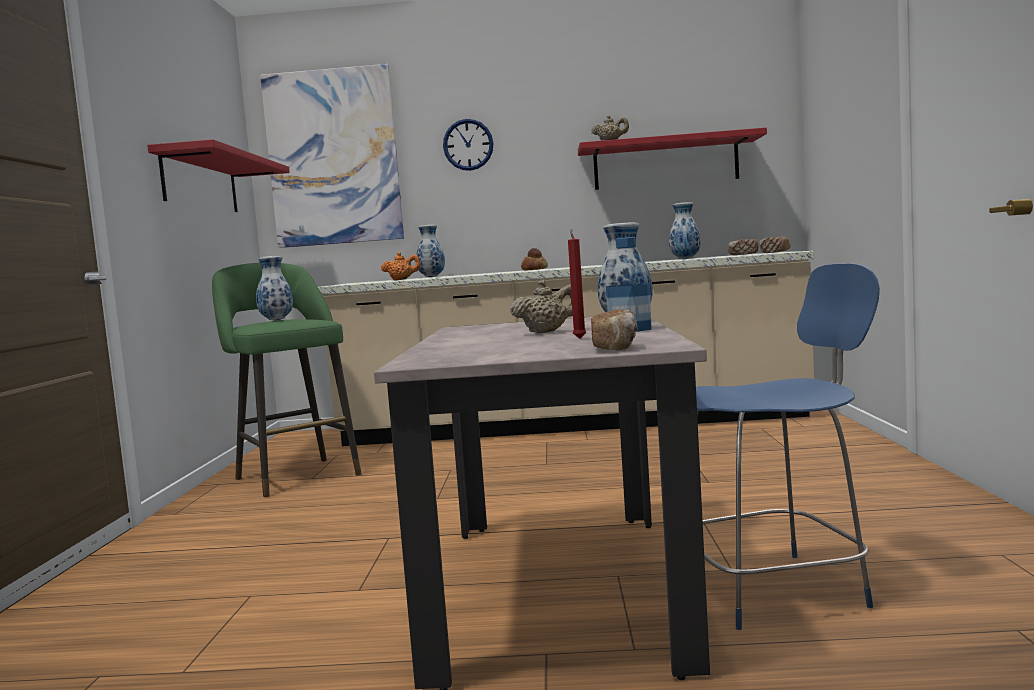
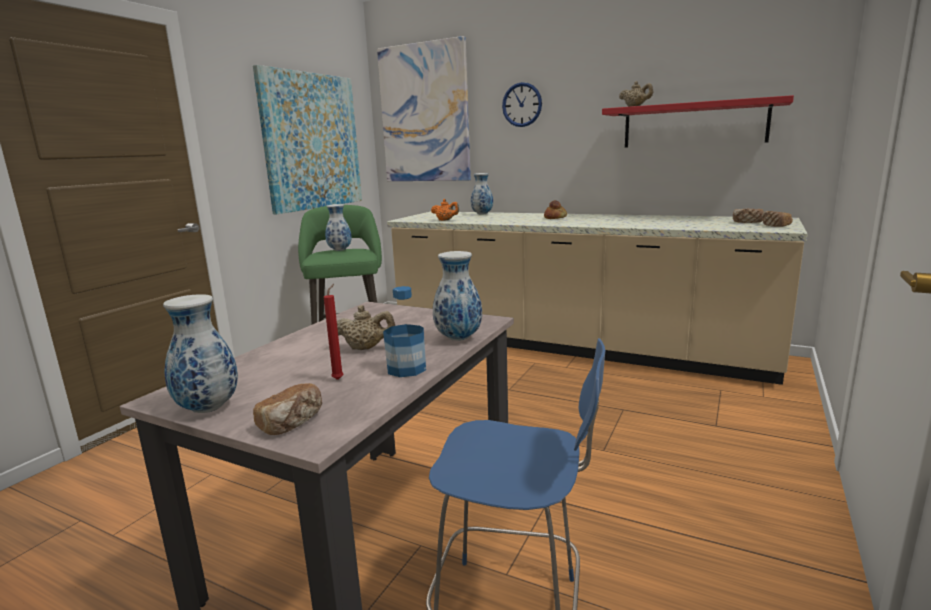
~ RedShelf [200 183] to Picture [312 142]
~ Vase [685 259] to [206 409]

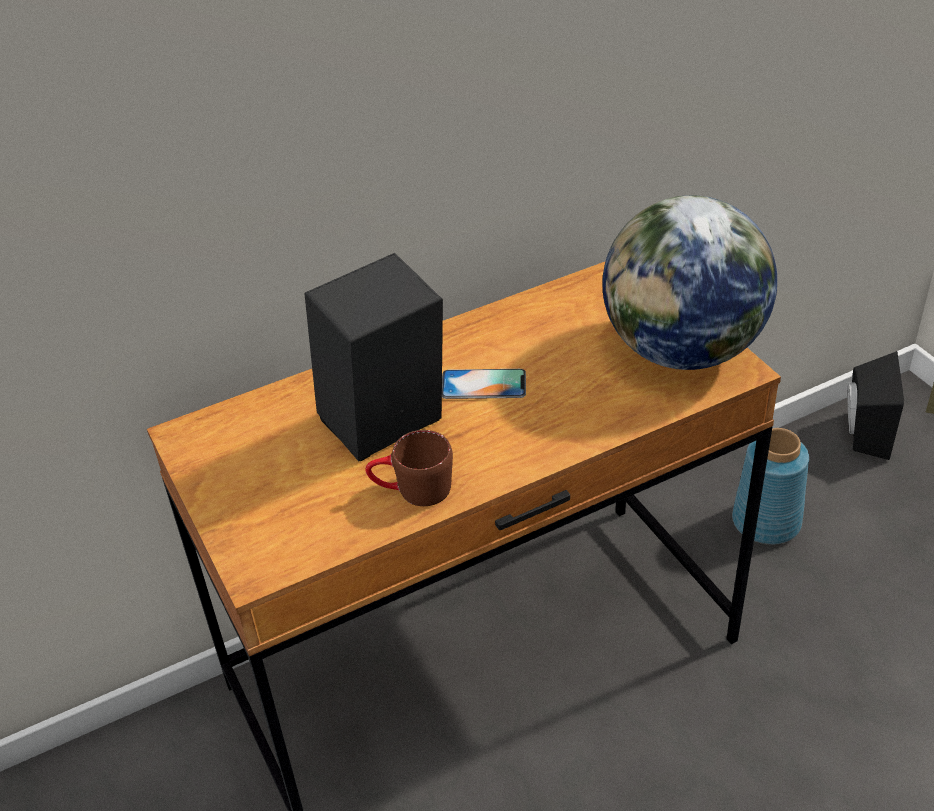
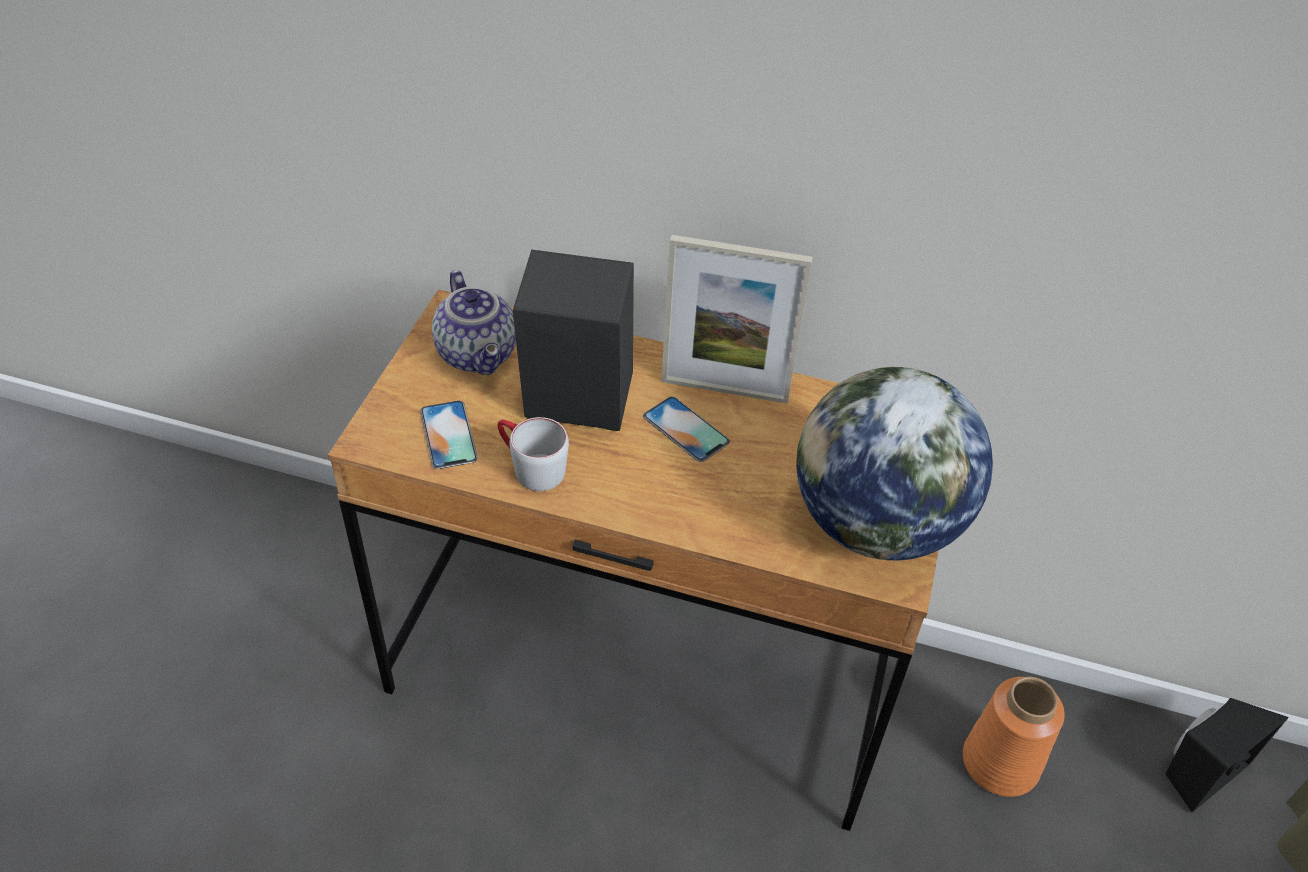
~ BrownMug [412 490] to GreyMug [530 467]
~ BlueVase [765 522] to OrangeVase [998 762]
+ Phone [448 435]
+ Teapot [479 354]
+ PictureFrame [724 389]

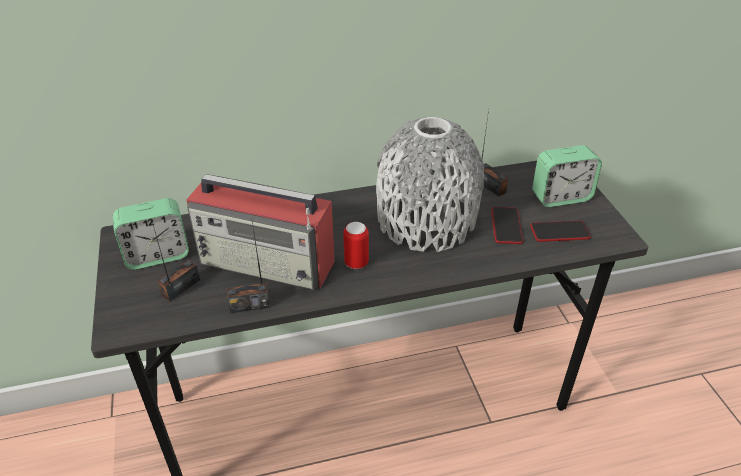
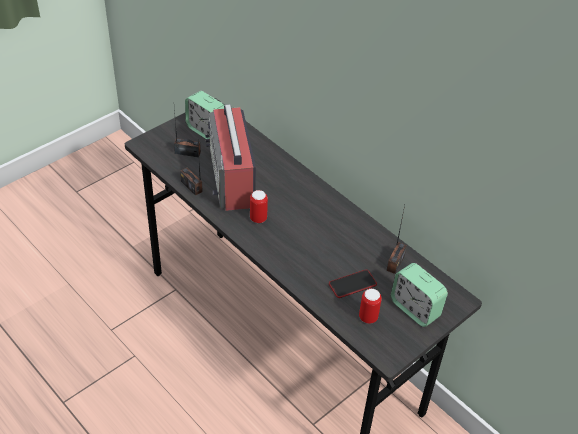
- GreyVase [426 220]
~ Phone [559 232] to Can [368 317]

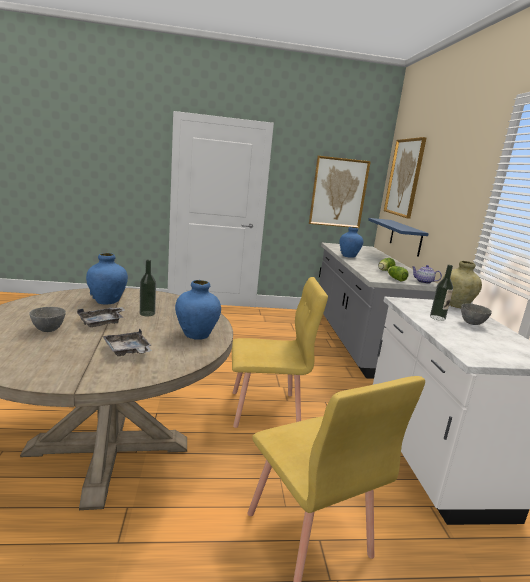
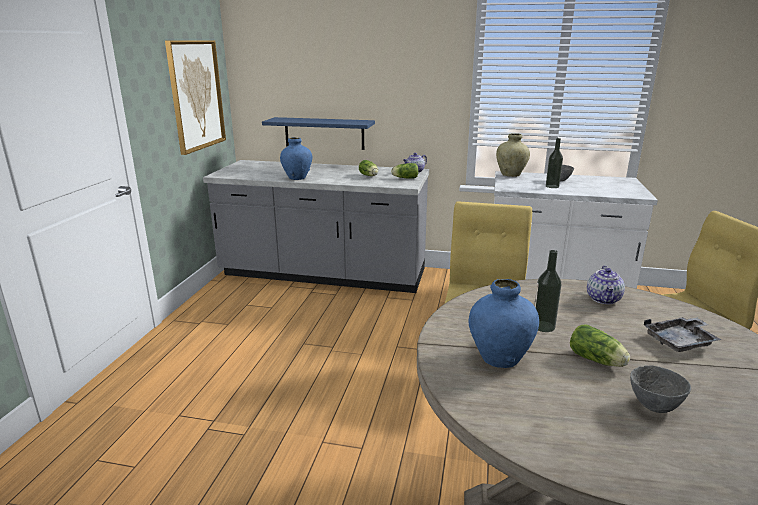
~ GreyTray [102 322] to Lettuce [597 361]
~ BlueVase [196 335] to Teapot [604 299]
- Picture [404 177]

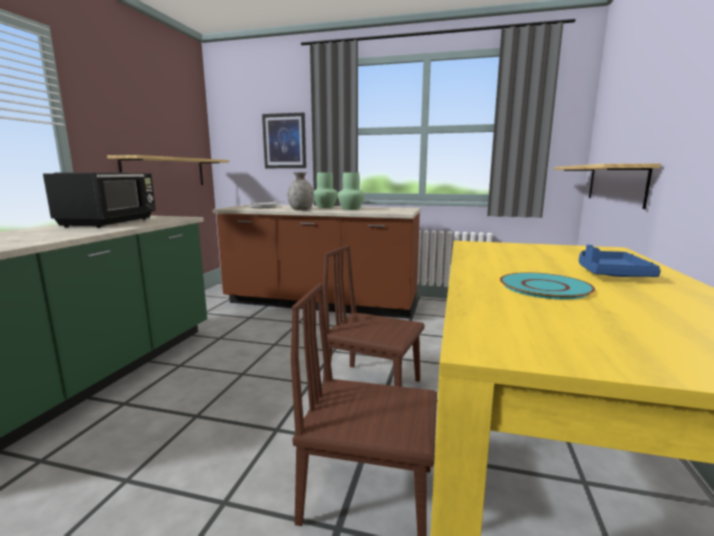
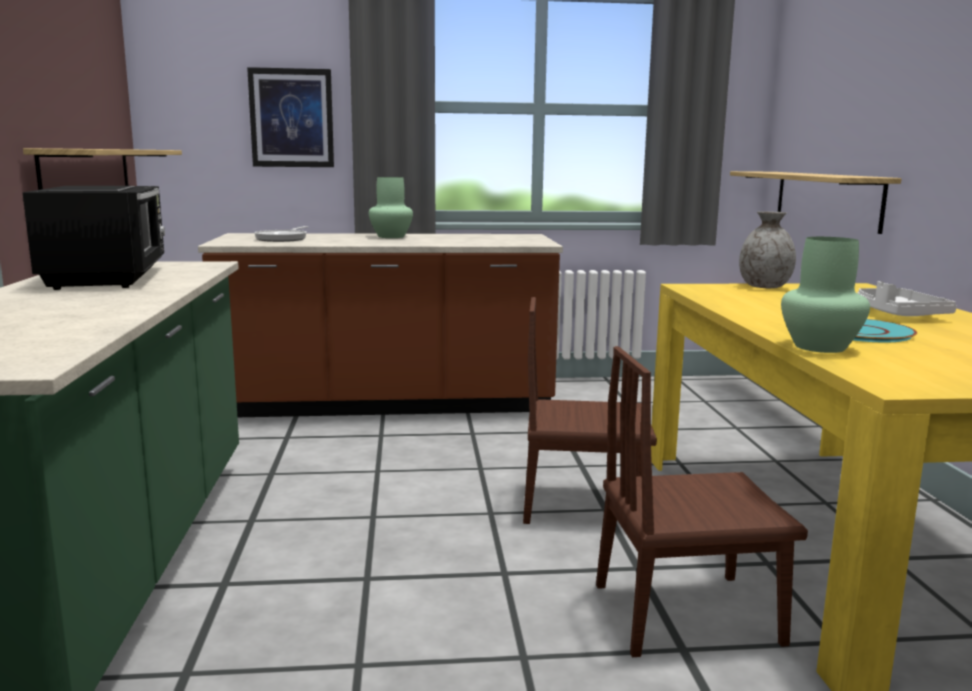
~ GreyVase [301 210] to [764 287]
~ GreenVase [350 209] to [818 347]
~ BlueTray [609 274] to WhiteTray [897 314]

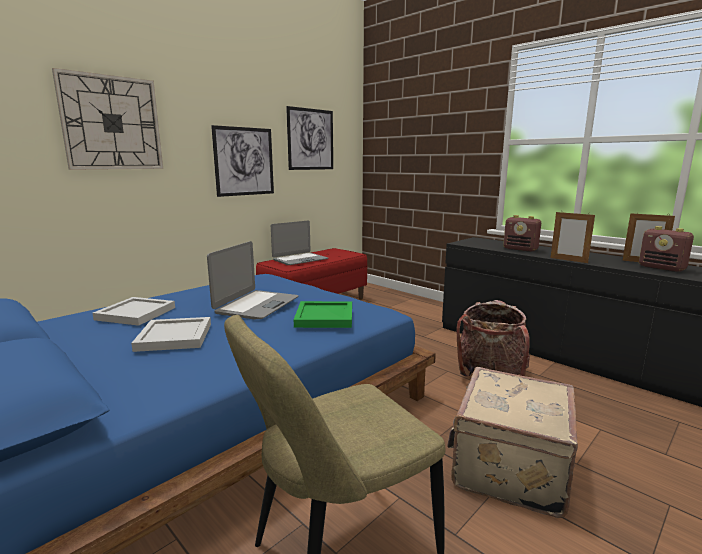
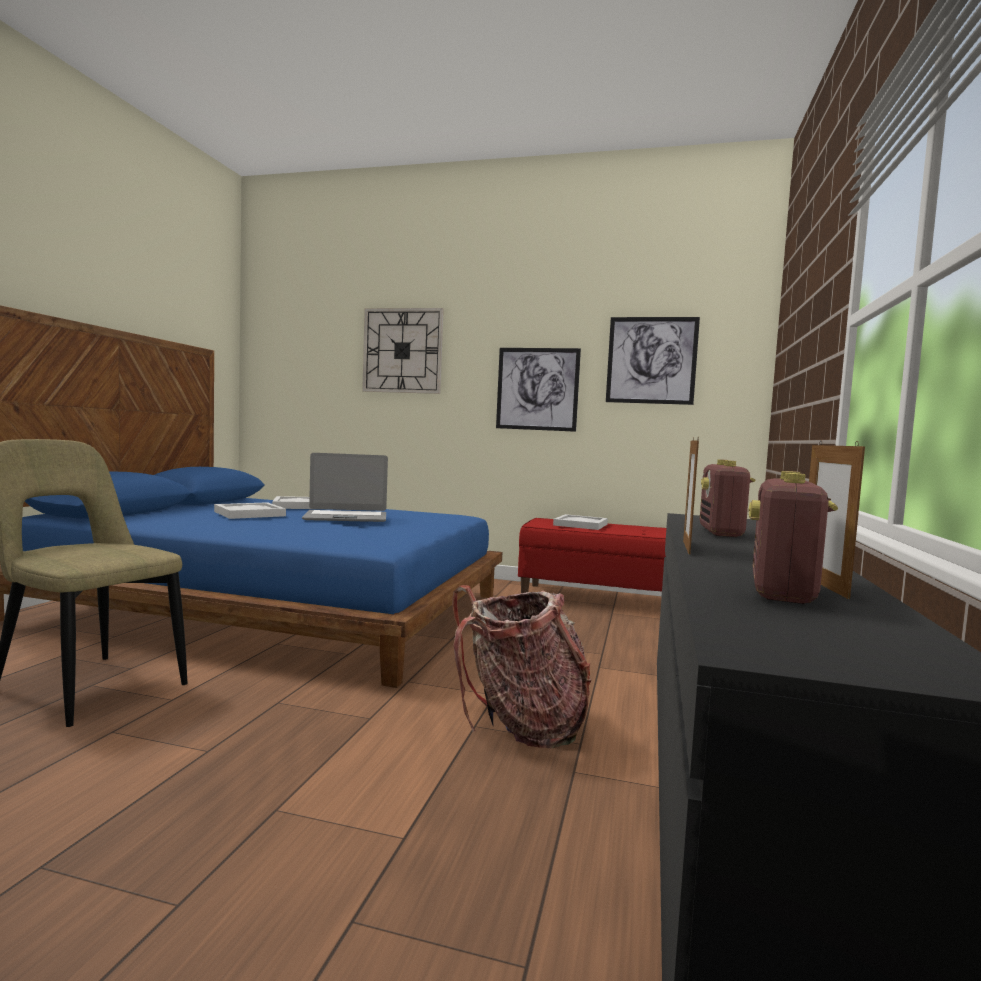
~ Laptop [300 260] to WhiteTray [581 524]
- GreenTray [323 317]
- BeigeSuitcase [507 467]

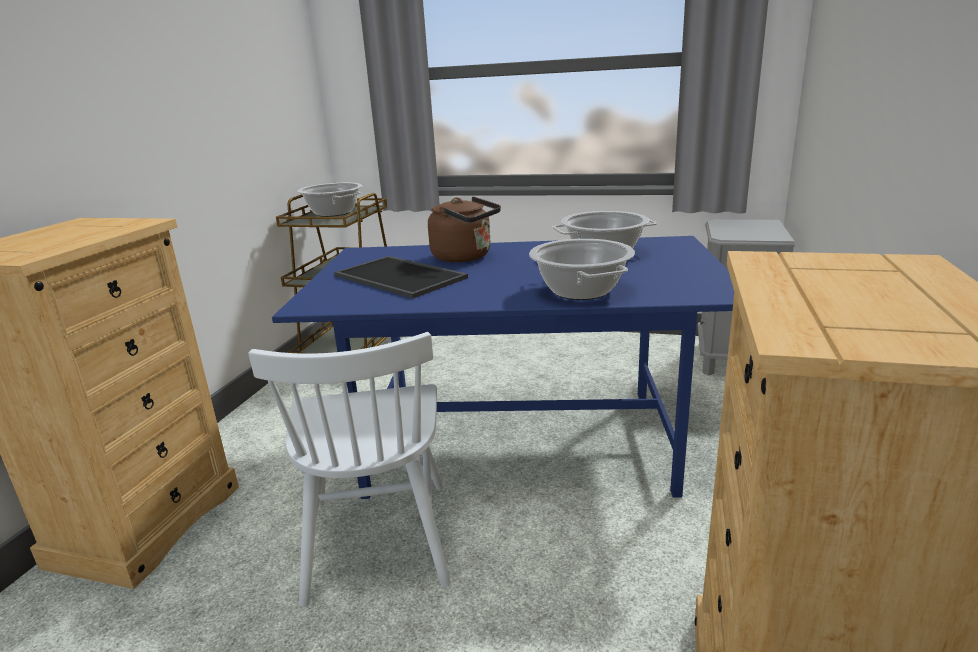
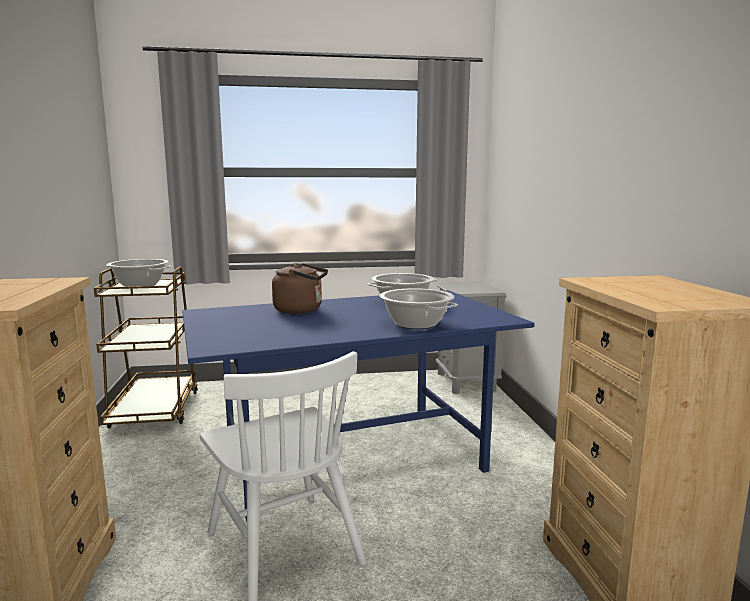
- Tray [402 276]

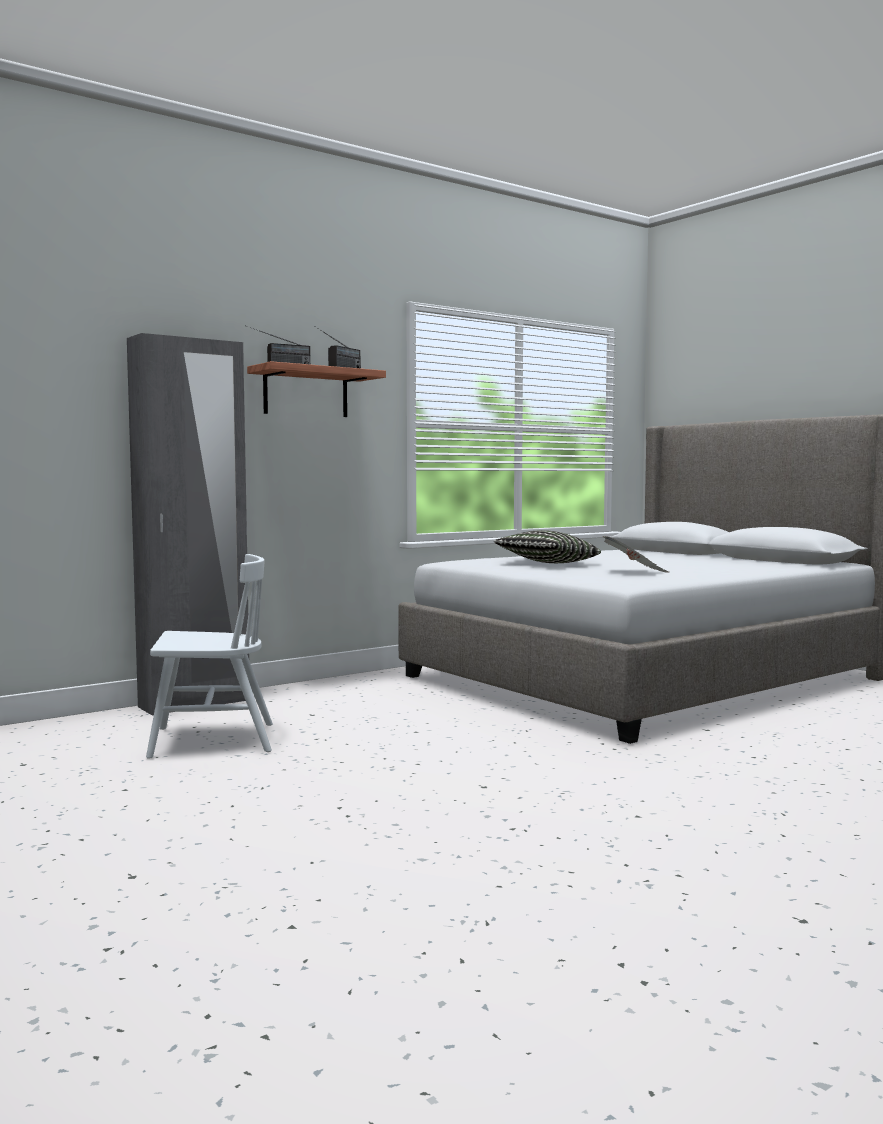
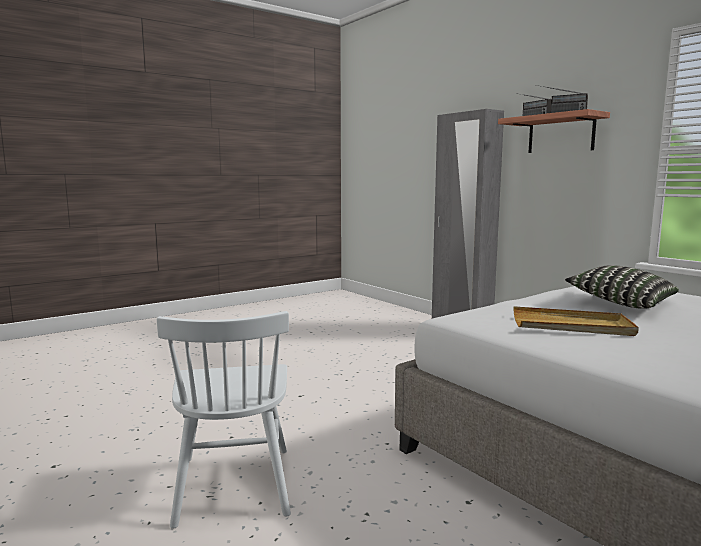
~ WhiteChair [212 740] to [234 484]
~ Newspaper [635 572] to BeigeTray [572 326]

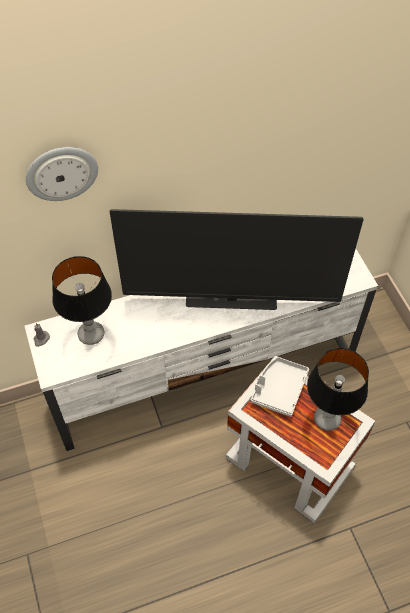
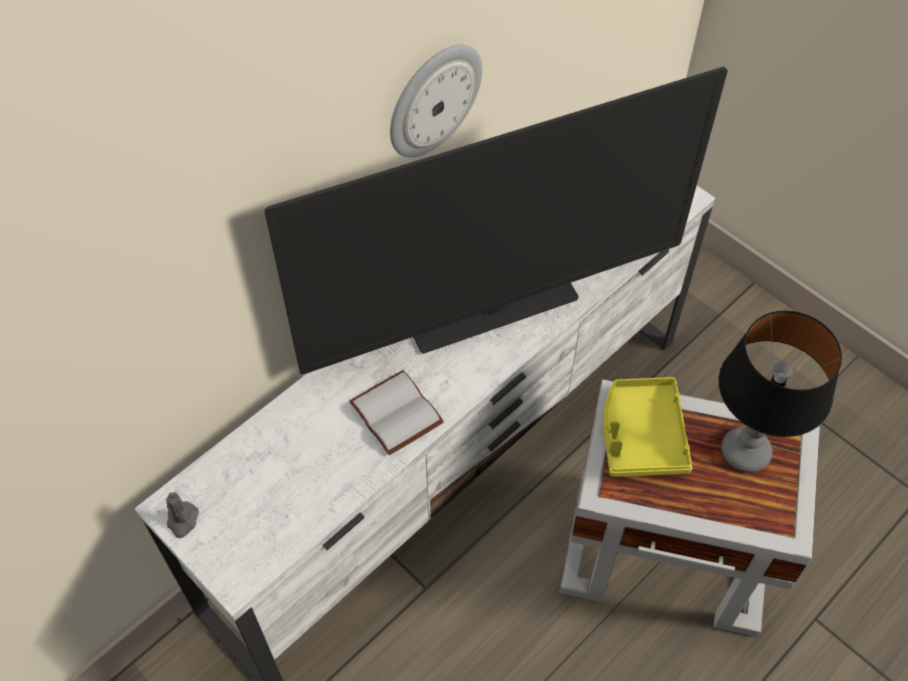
~ WallClock [61 173] to [433 99]
- TableLamp [91 334]
~ GreyTray [279 389] to YellowTray [641 435]
+ WhiteBook [399 413]

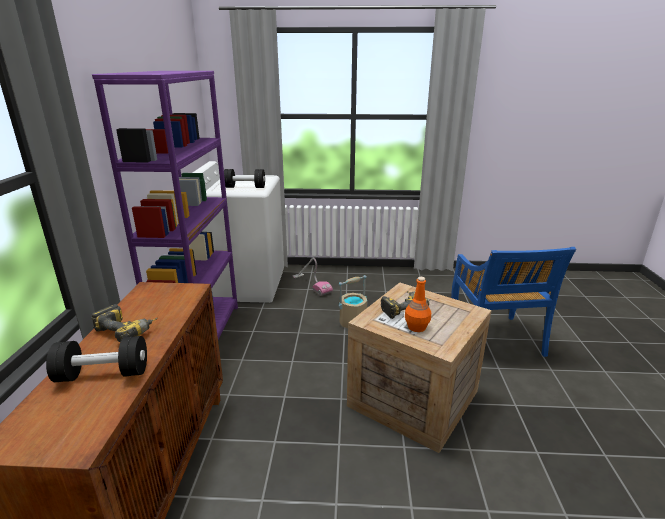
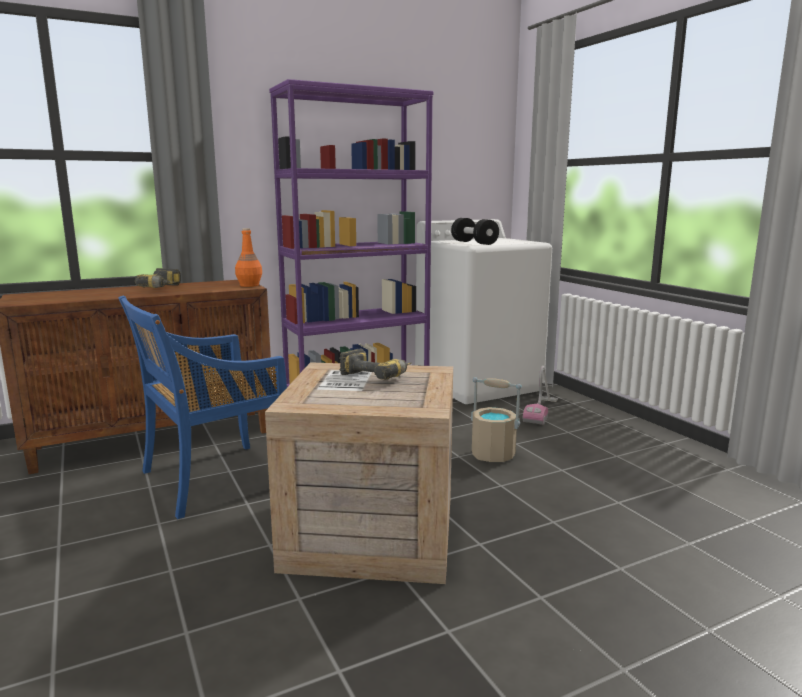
- BlackDumbbell [103 374]
~ OrangeBottle [416 327] to [249 285]
~ BlueChair [495 339] to [213 479]

